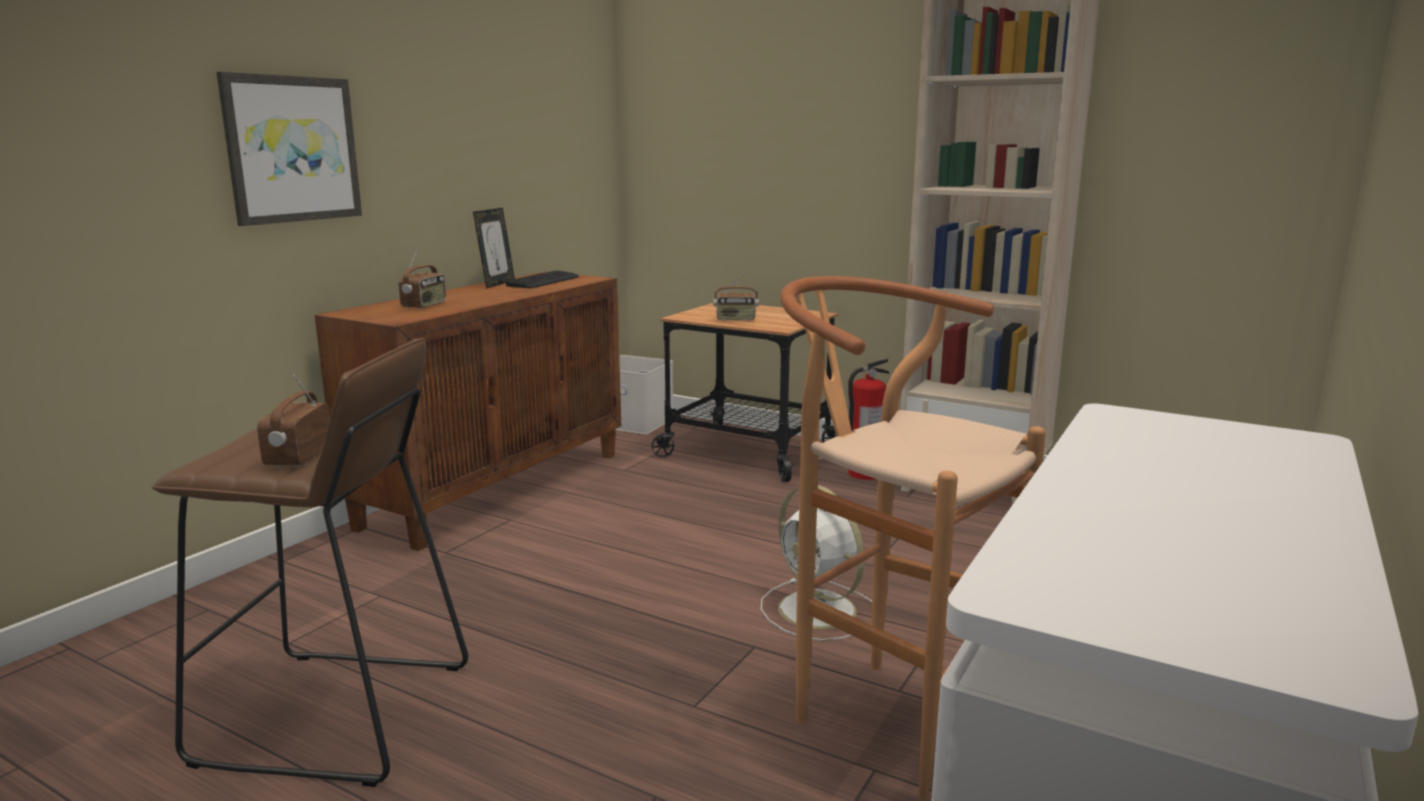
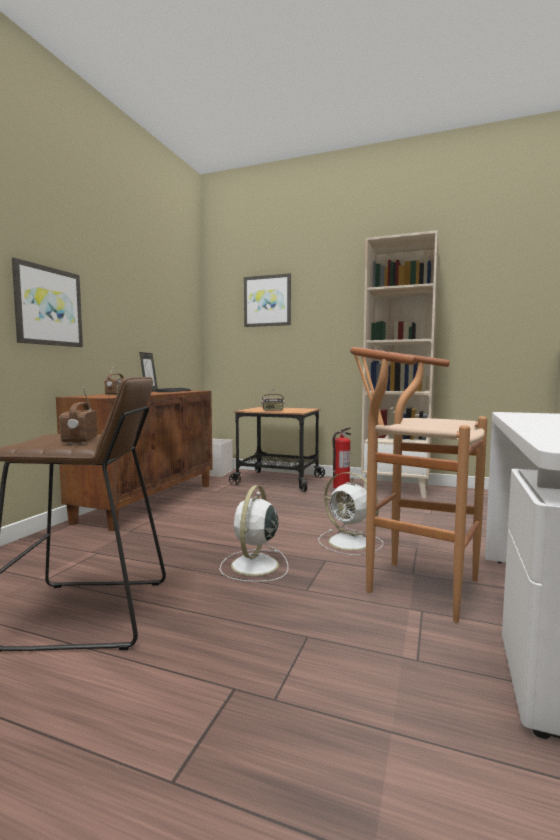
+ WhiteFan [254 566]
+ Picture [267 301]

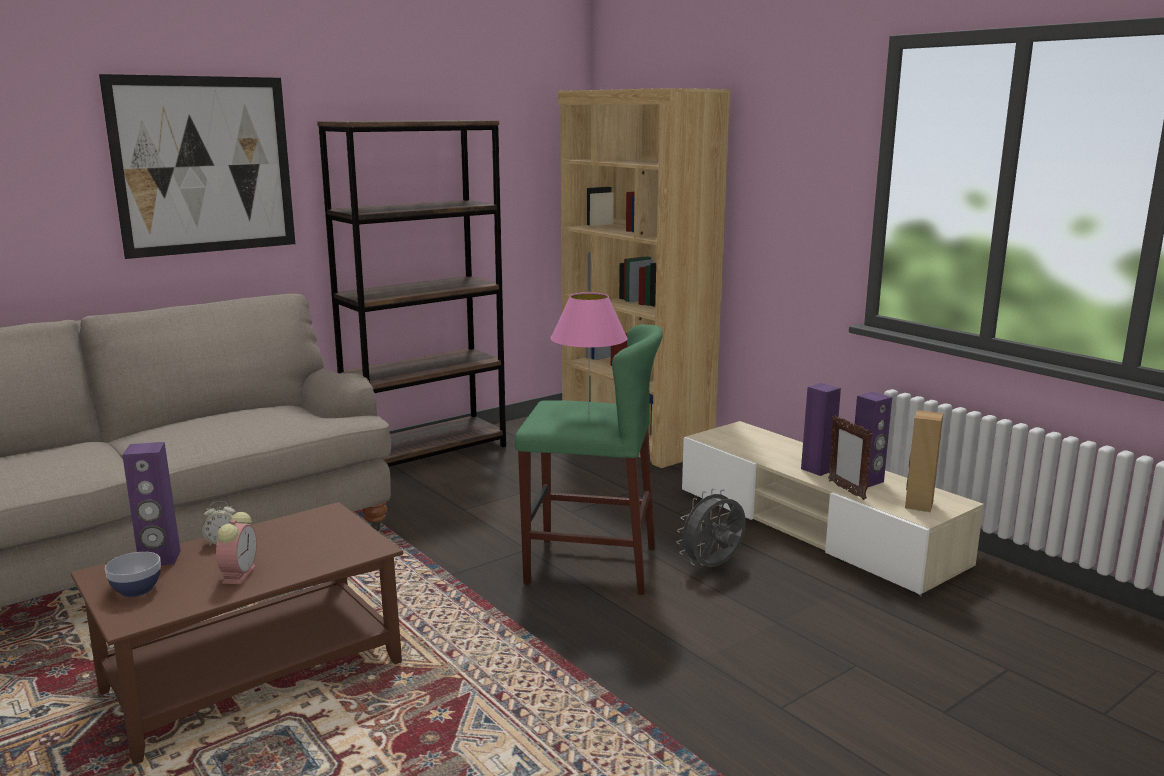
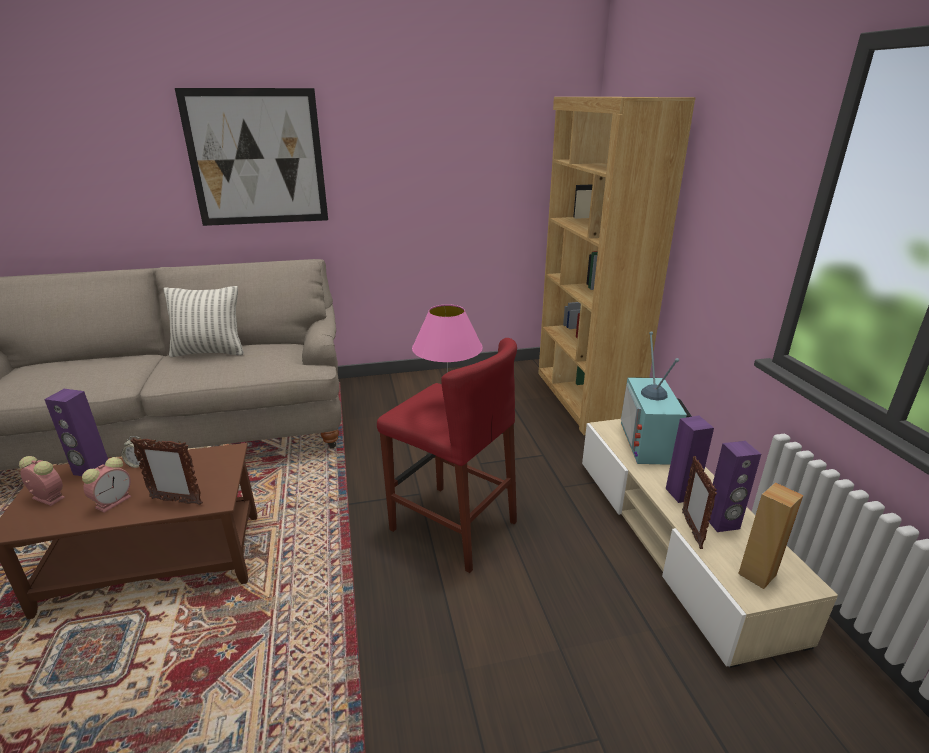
~ Bowl [136 590] to AlarmClock [47 497]
- BrownBookcase [427 453]
~ GreenStool [591 565] to RedStool [453 526]
- GreyFan [712 567]
+ PictureFrame [176 501]
+ Pillow [210 352]
+ Television [651 443]

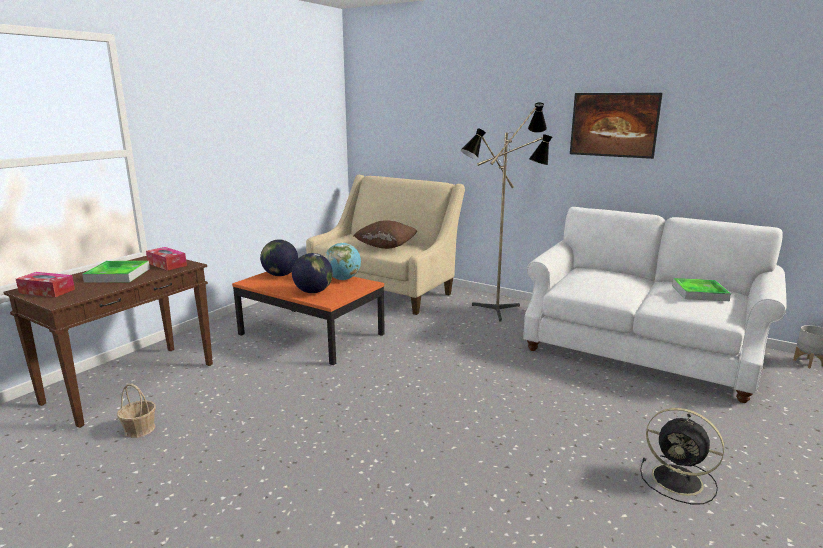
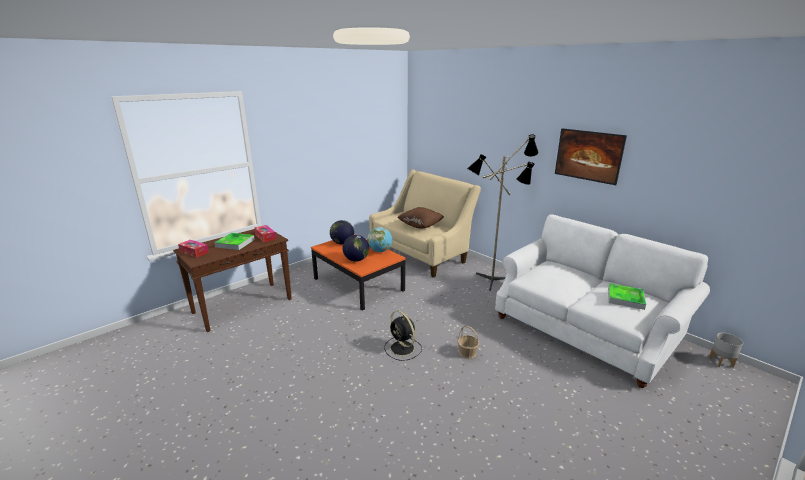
~ Basket [140 429] to [467 353]
~ BlackFan [679 480] to [403 349]

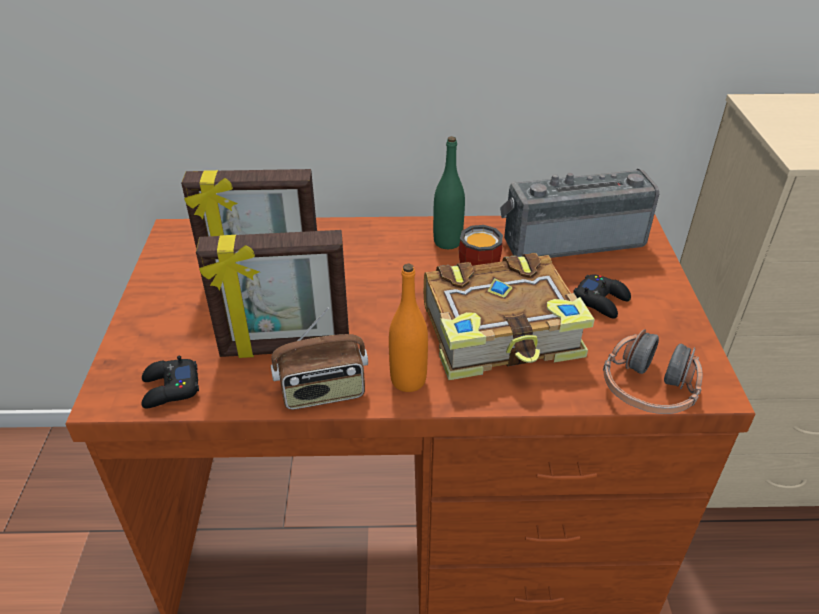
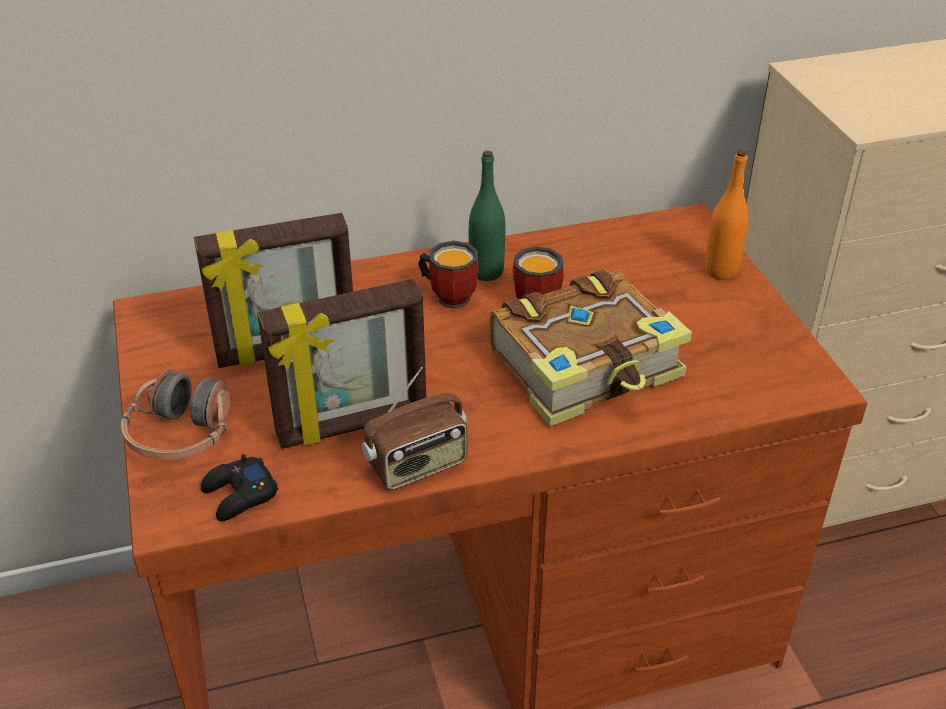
~ OrangeBottle [408 380] to [721 271]
- Radio [572 239]
- BlackGameController [601 301]
~ Headphones [648 388] to [181 434]
+ Mug [449 295]

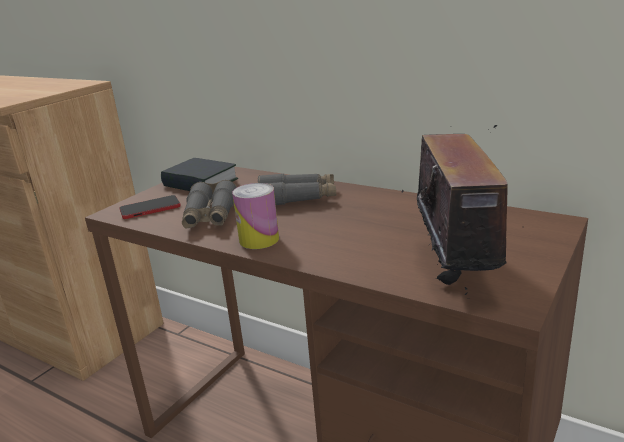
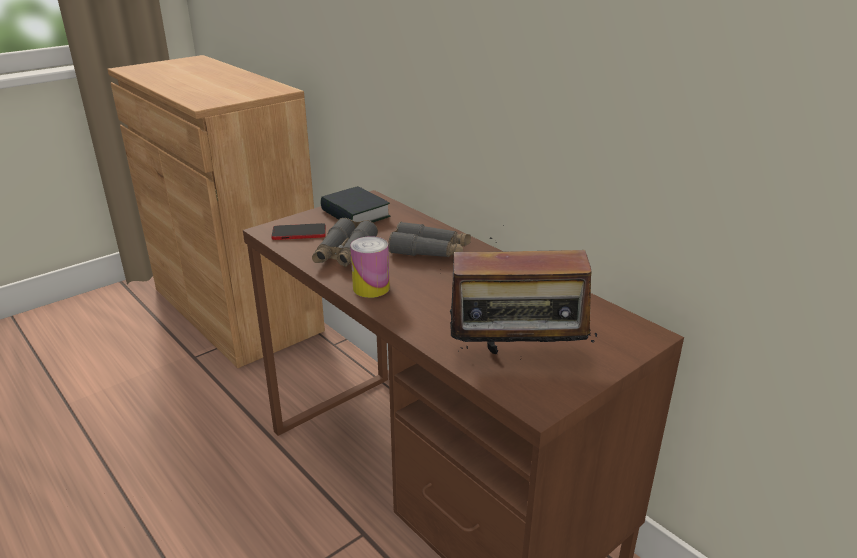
~ Radio [457 270] = [516 360] 75 degrees clockwise

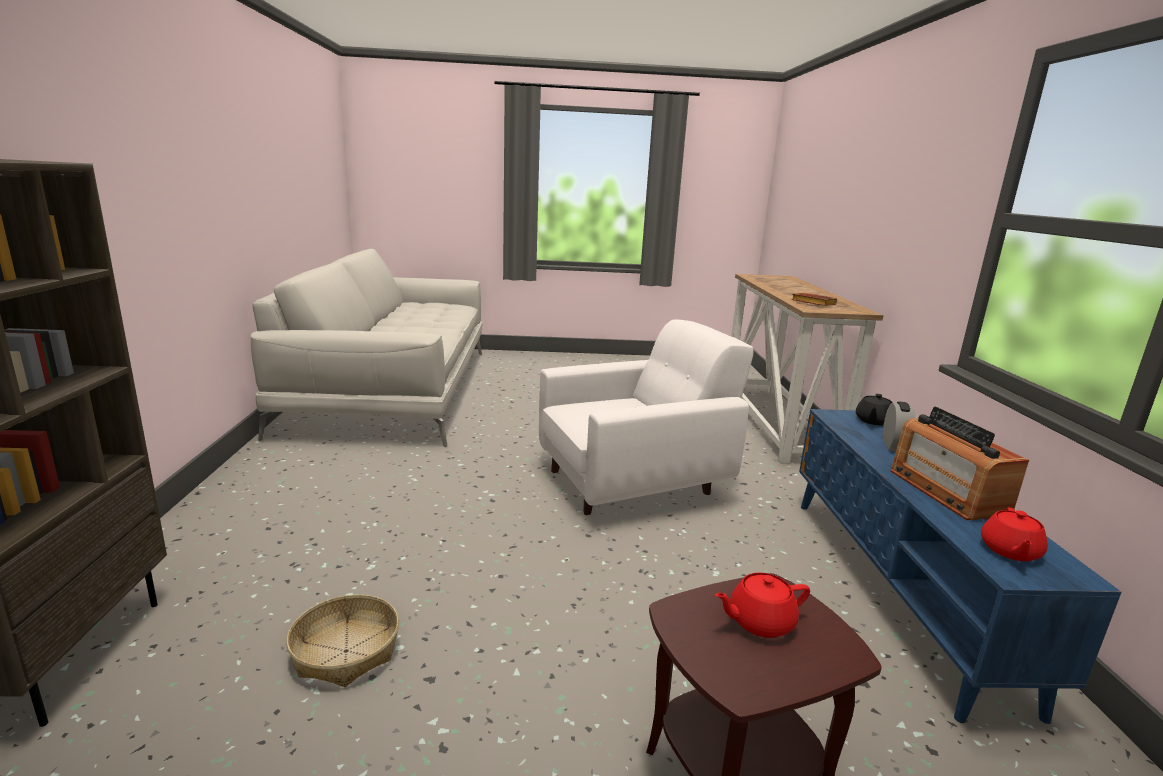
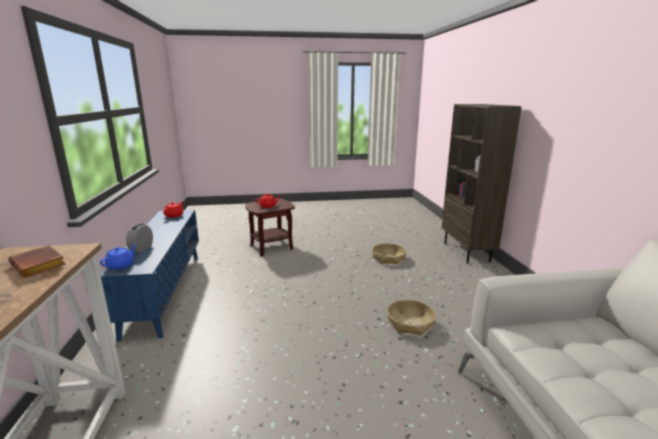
- WhiteArmchair [634 481]
~ BlackTeapot [873 421] to BlueTeapot [121 265]
- Radio [946 492]
+ Basket [410 323]

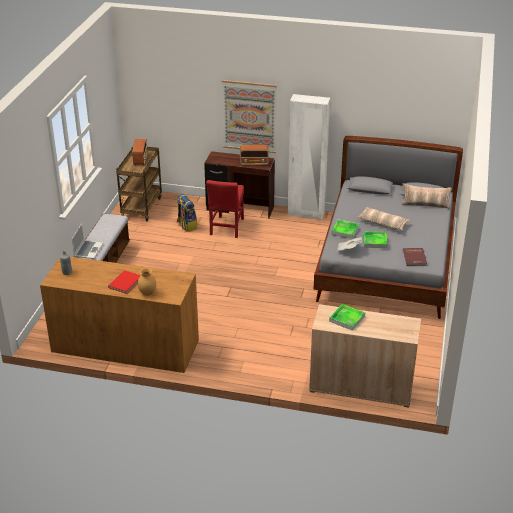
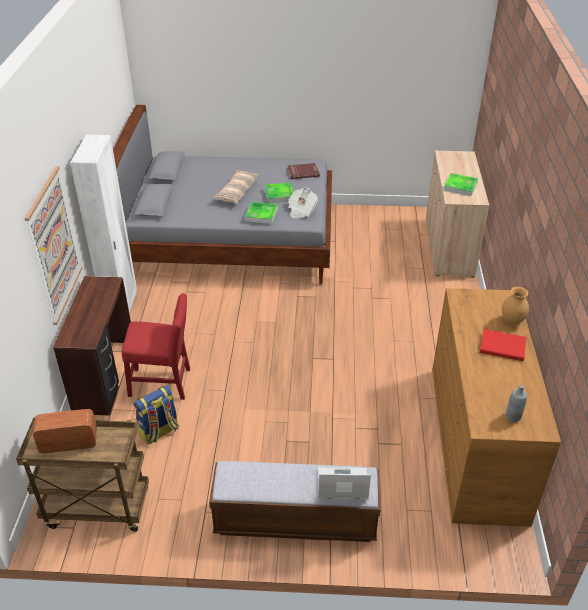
- Radio [254 163]
- Pillow [425 204]

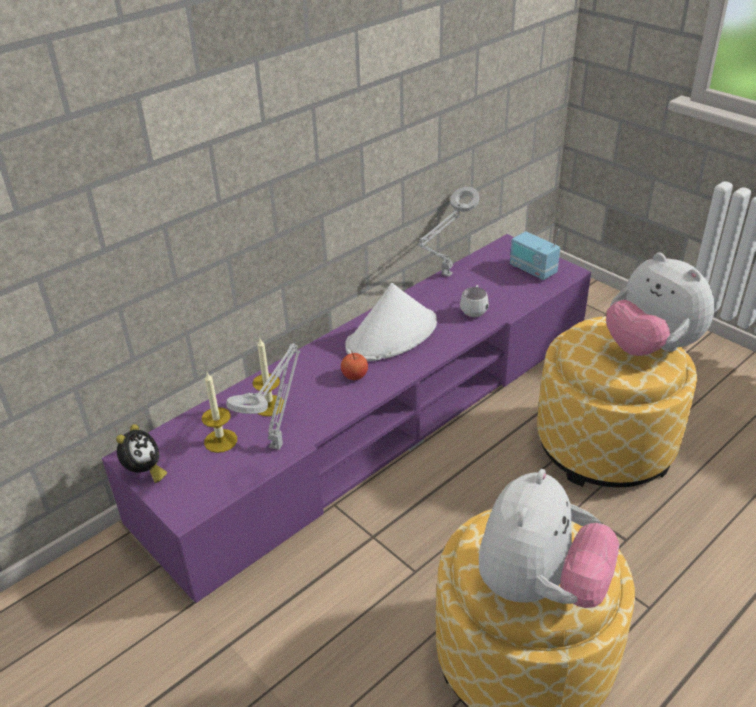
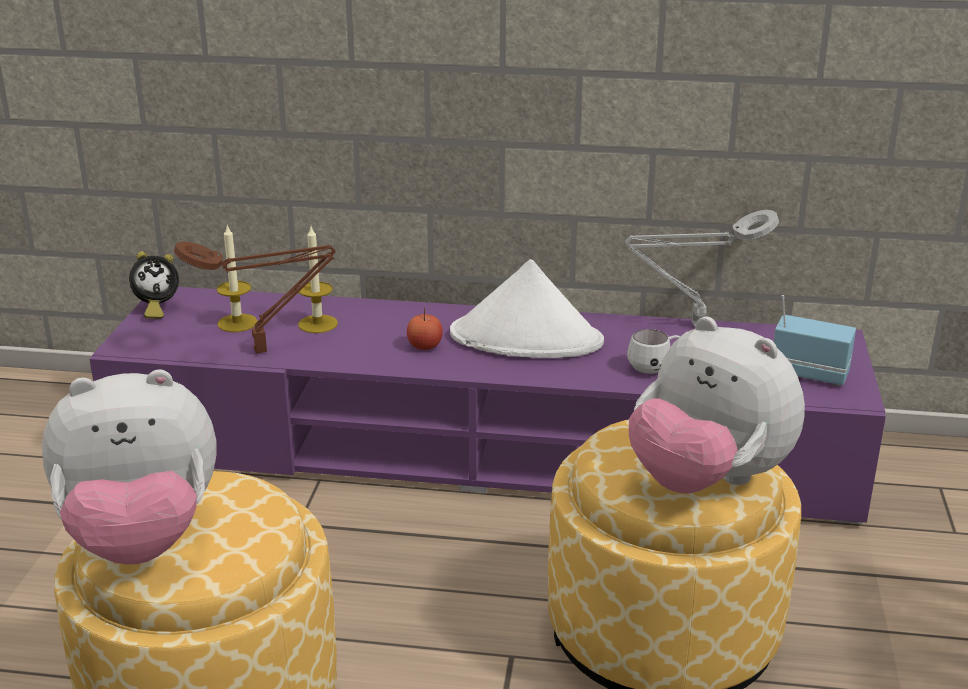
~ GreyTableLamp [278 444] to BrownTableLamp [265 350]
~ Radio [532 270] = [809 374] 105 degrees clockwise
~ PlushToy [650 347] = [707 480] 60 degrees counterclockwise

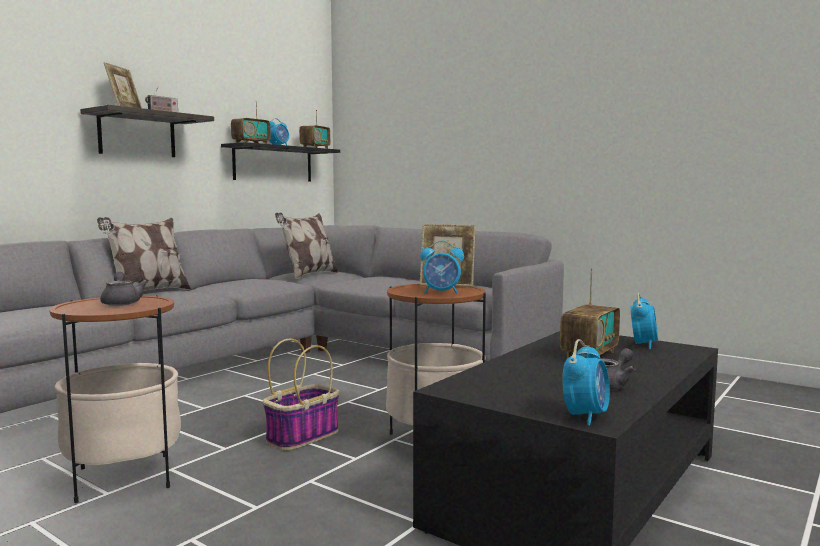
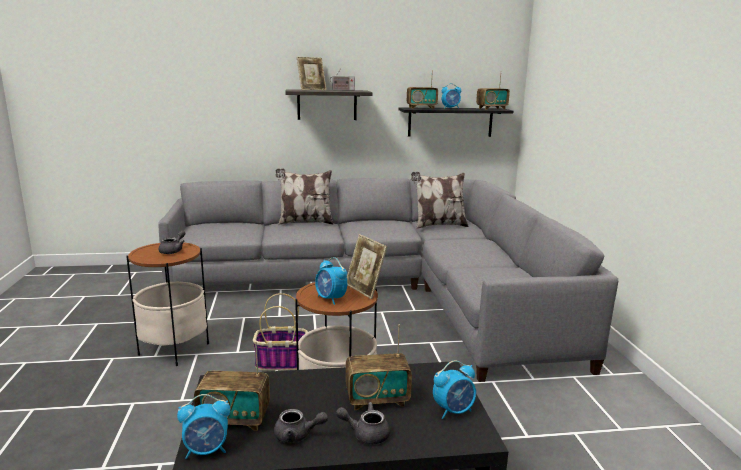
+ Radio [234 420]
+ GreyTeapot [366 434]

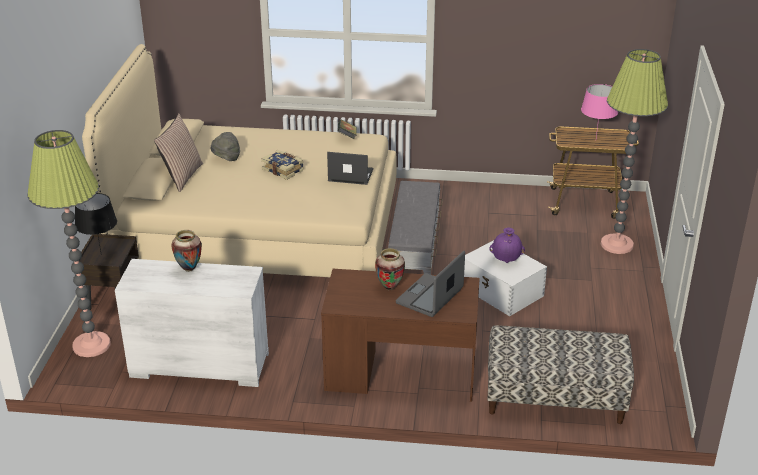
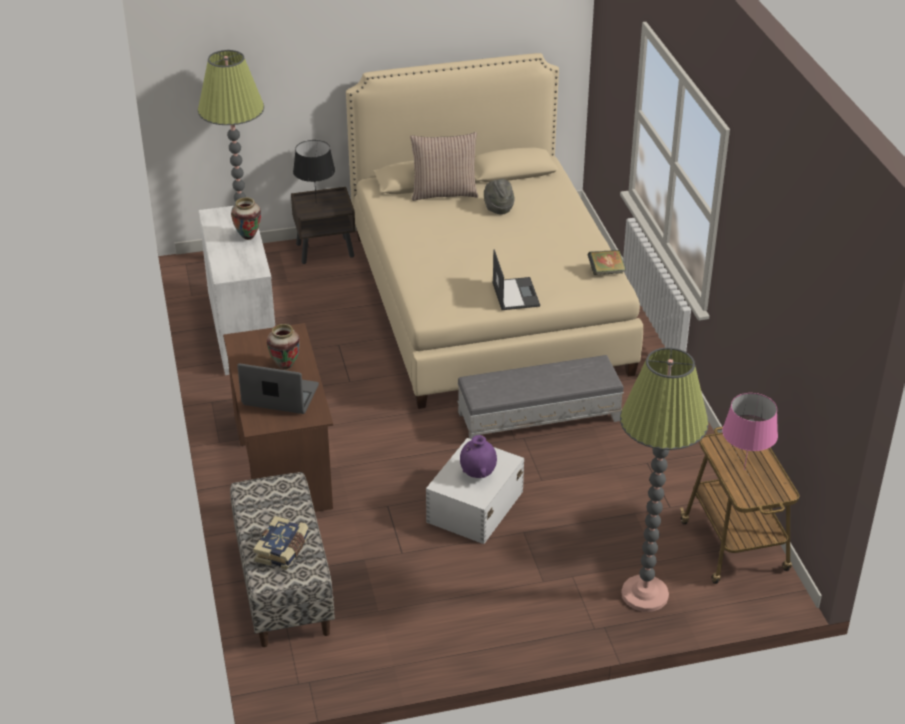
~ Book [283 170] to [283 550]

